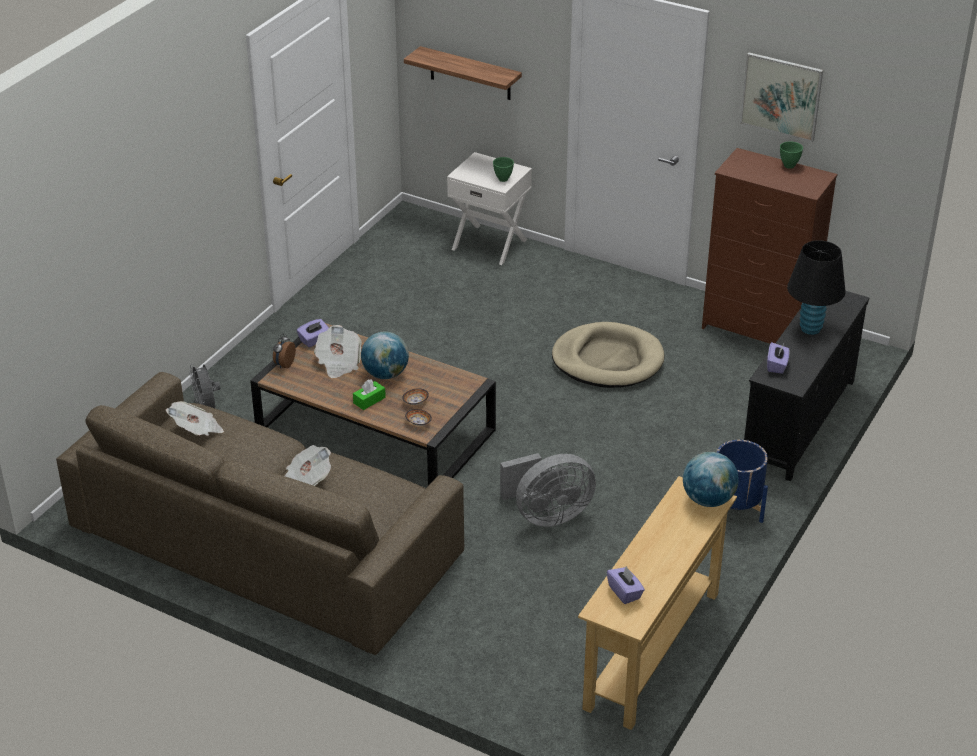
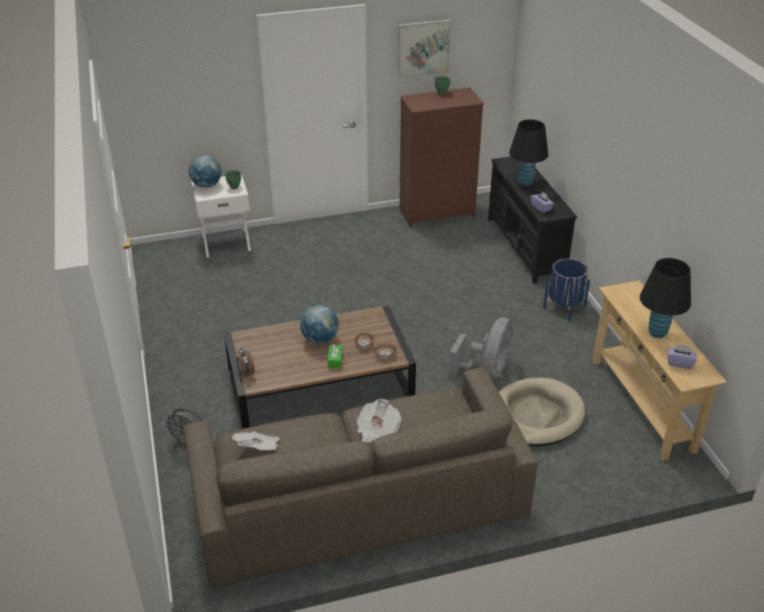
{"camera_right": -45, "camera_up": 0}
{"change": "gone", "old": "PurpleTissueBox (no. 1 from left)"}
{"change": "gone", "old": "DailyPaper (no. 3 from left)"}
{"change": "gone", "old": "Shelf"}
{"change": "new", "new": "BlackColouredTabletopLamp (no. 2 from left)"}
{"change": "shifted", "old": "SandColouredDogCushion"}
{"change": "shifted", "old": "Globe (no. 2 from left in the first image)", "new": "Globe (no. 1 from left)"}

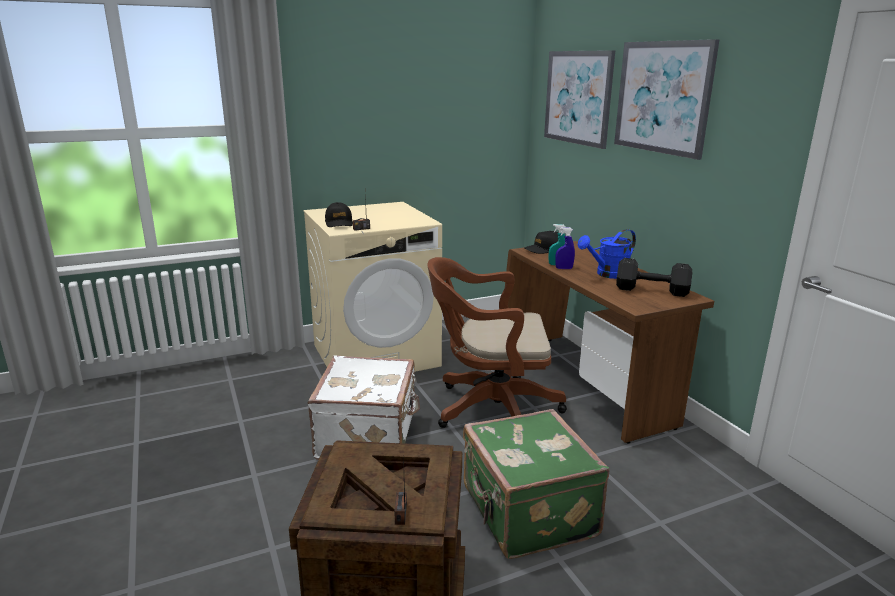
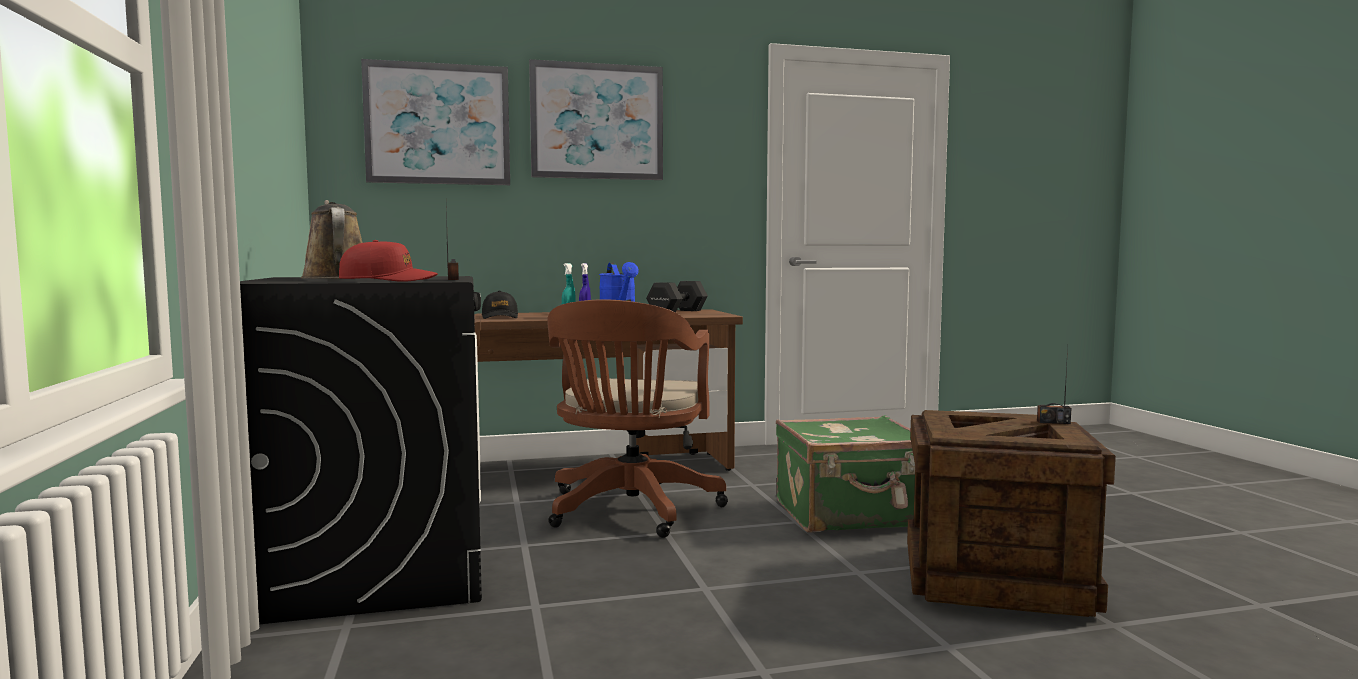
{"camera_right": -80, "camera_up": -15}
{"change": "gone", "old": "WhitePieceOfLuggage"}
{"change": "new", "new": "BrownSprinklingCan"}
{"change": "repainted", "old": "SandColouredLaundryMachine", "new": "BlackColouredLaundryMachine"}
{"change": "repainted", "old": "BlackColouredPeakedCap (no. 1 from left)", "new": "RedPeakedCap"}

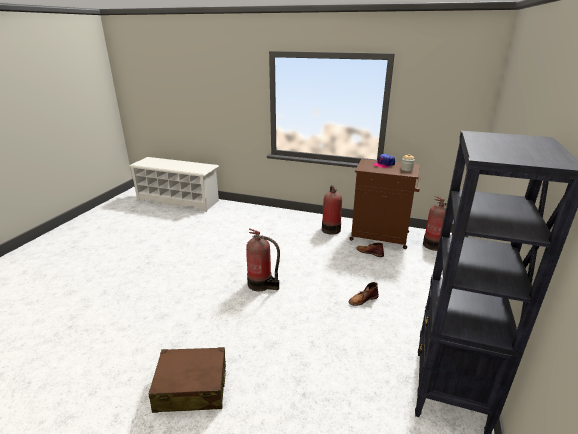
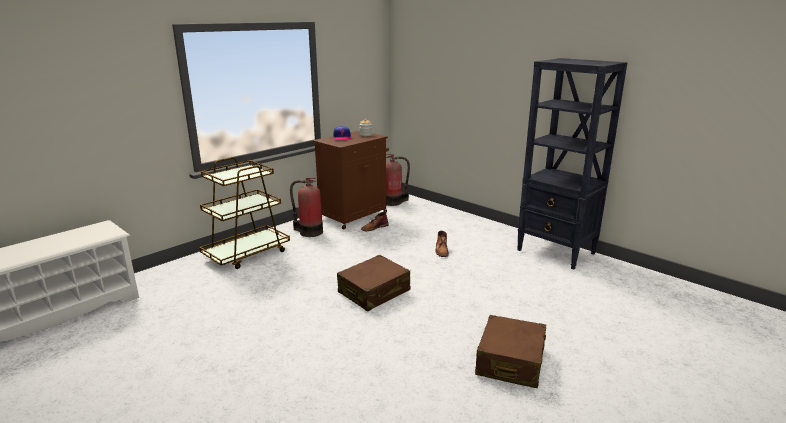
{"camera_right": -65, "camera_up": -5}
{"change": "new", "new": "BrownWheeledCart"}
{"change": "swapped", "old": "FireFightingCylinder (no. 1 from left)", "new": "BrownPieceOfLuggage (no. 1 from left)"}

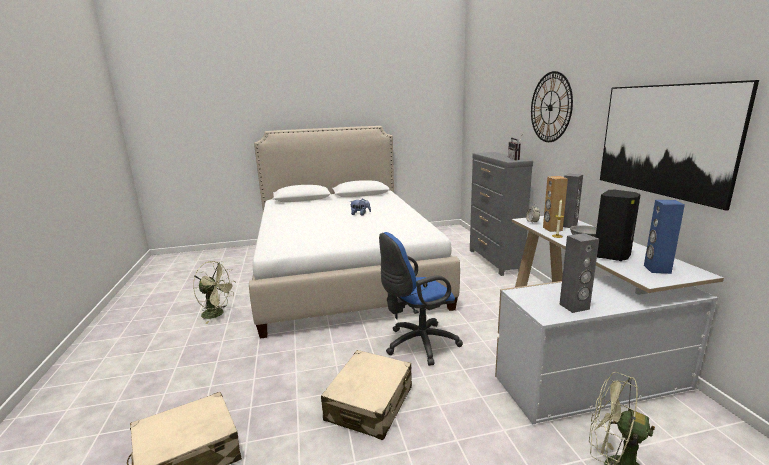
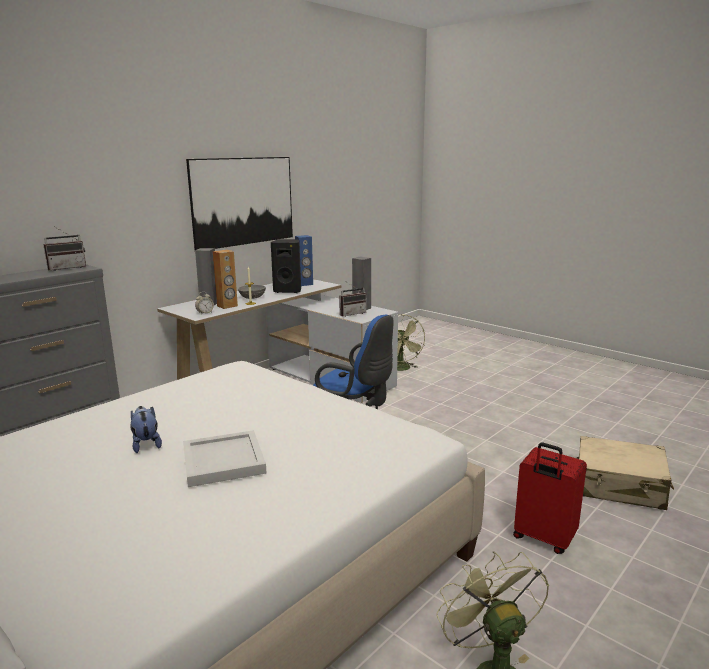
{"camera_right": -125, "camera_up": 0}
{"change": "gone", "old": "SandColouredPieceOfLuggage (no. 2 from left)"}
{"change": "gone", "old": "WallClock"}
{"change": "new", "new": "WhiteCarryingTray"}
{"change": "new", "new": "RadioSet (no. 2 from left)"}
{"change": "new", "new": "RedPieceOfLuggage"}

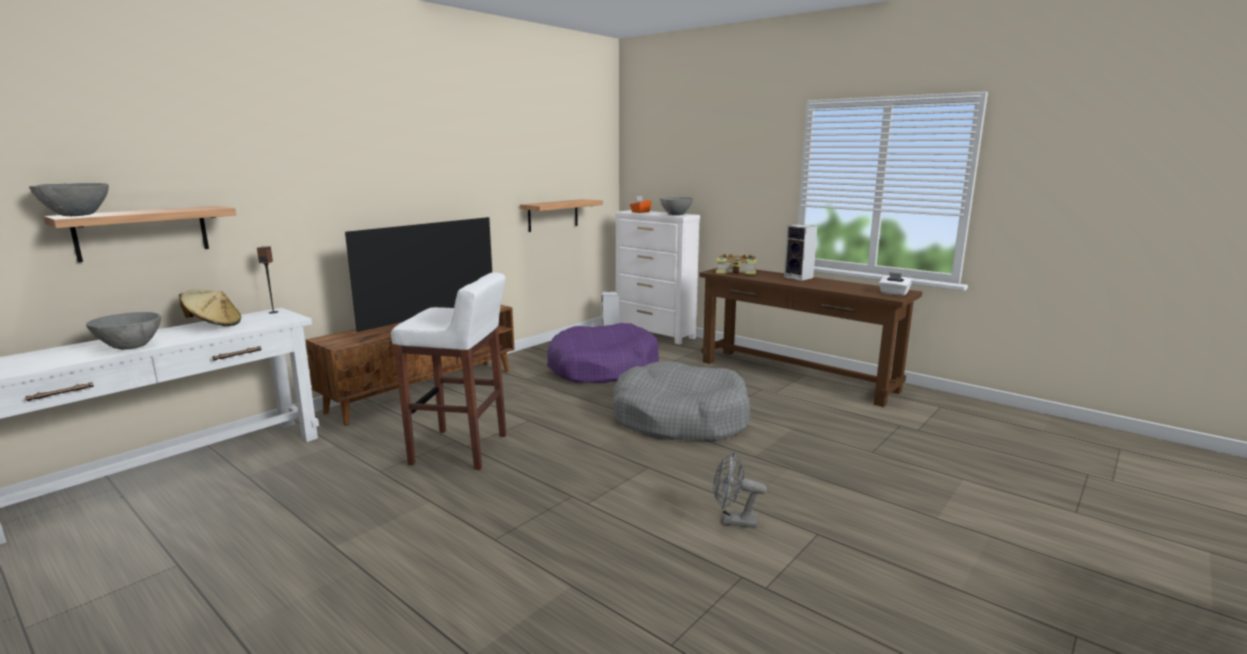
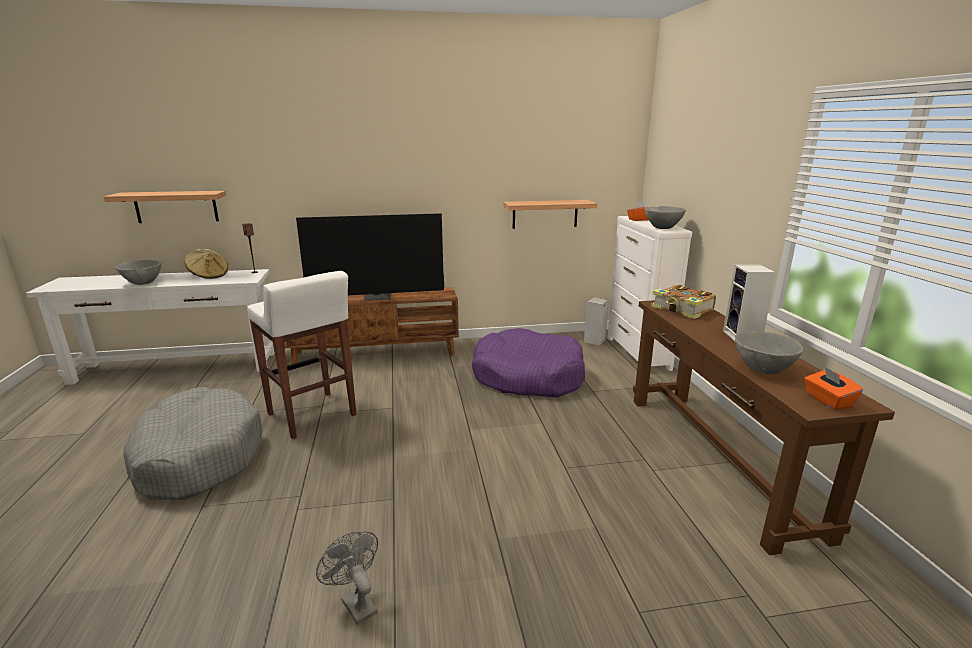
{"camera_right": 40, "camera_up": 5}
{"change": "shifted", "old": "GrayDeepDish (no. 1 from left in the first image)", "new": "GrayDeepDish (no. 3 from left)"}
{"change": "shifted", "old": "GrayDogCushion"}
{"change": "repainted", "old": "WhiteTissueBox", "new": "OrangeyTissueBox (no. 2 from left)"}

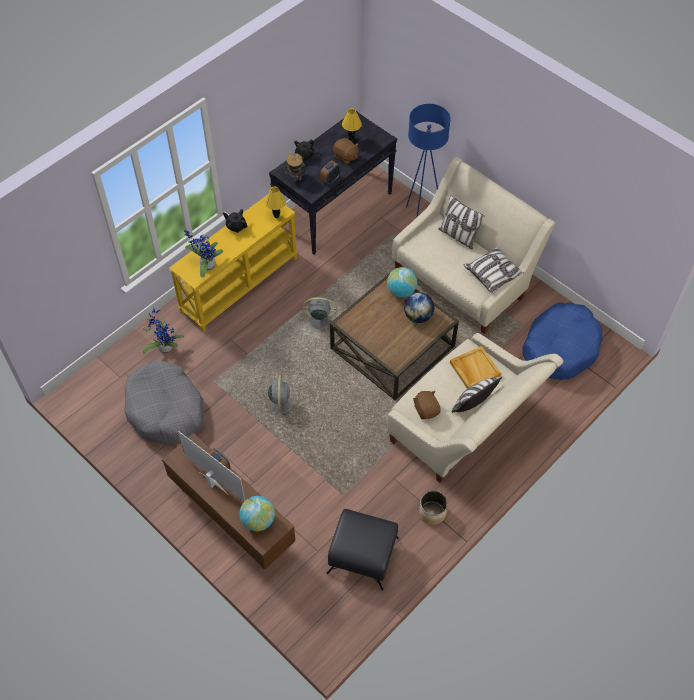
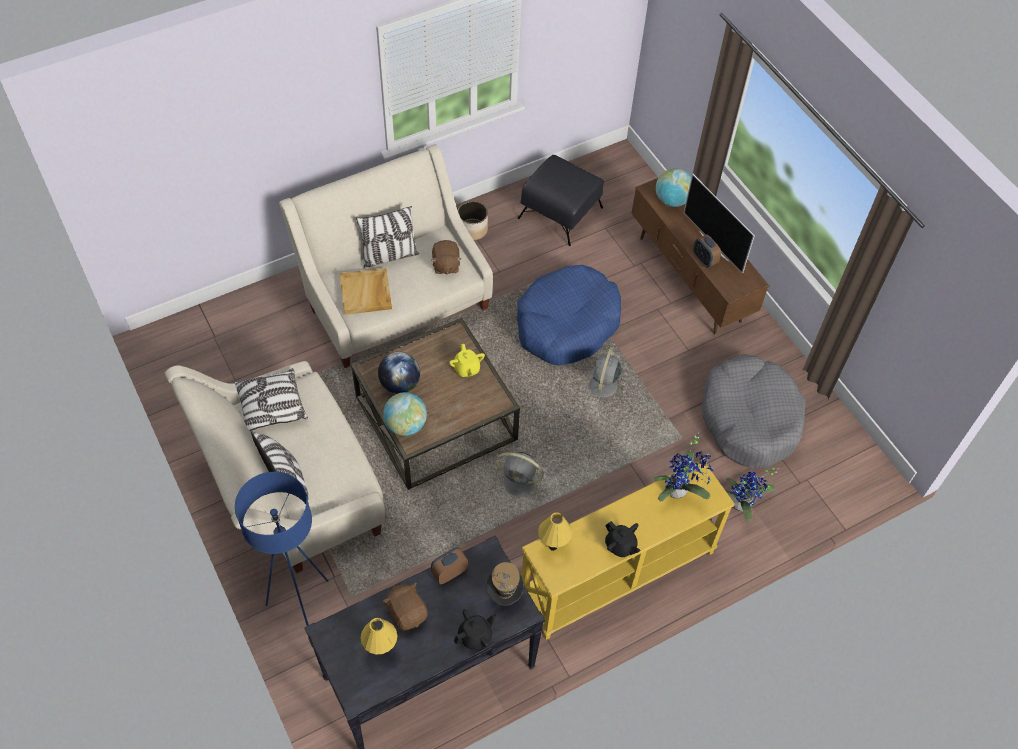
{"camera_right": -165, "camera_up": 0}
{"change": "new", "new": "YellowPotForTea"}
{"change": "shifted", "old": "BluishDogCushion"}

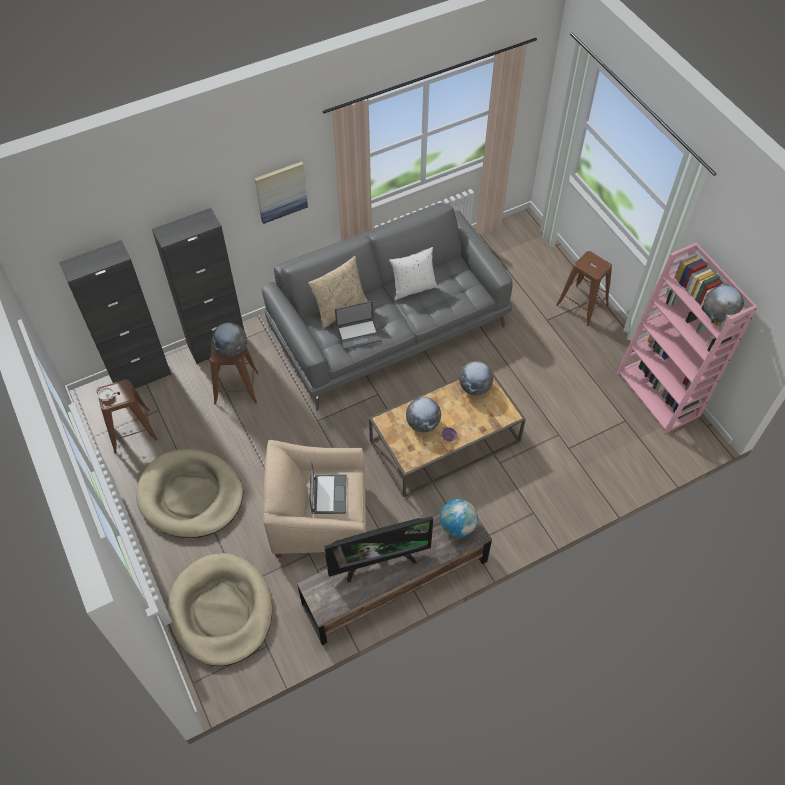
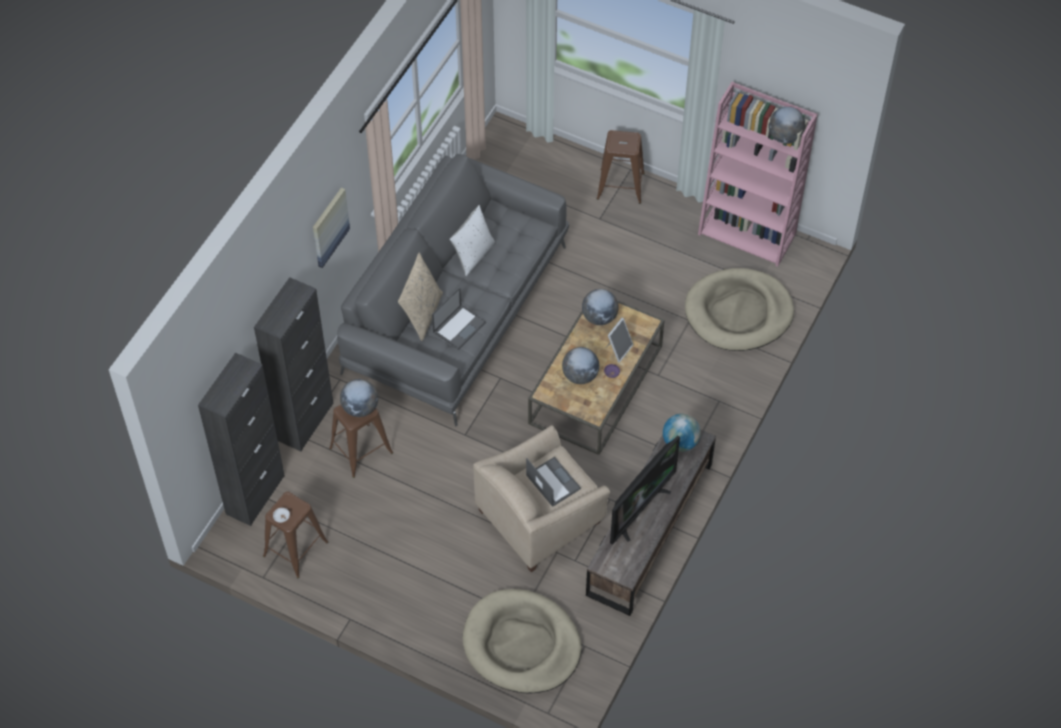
{"camera_right": -35, "camera_up": 0}
{"change": "new", "new": "StandingFrame"}
{"change": "shifted", "old": "SandColouredDogCushion (no. 1 from left in the first image)", "new": "SandColouredDogCushion (no. 2 from left)"}

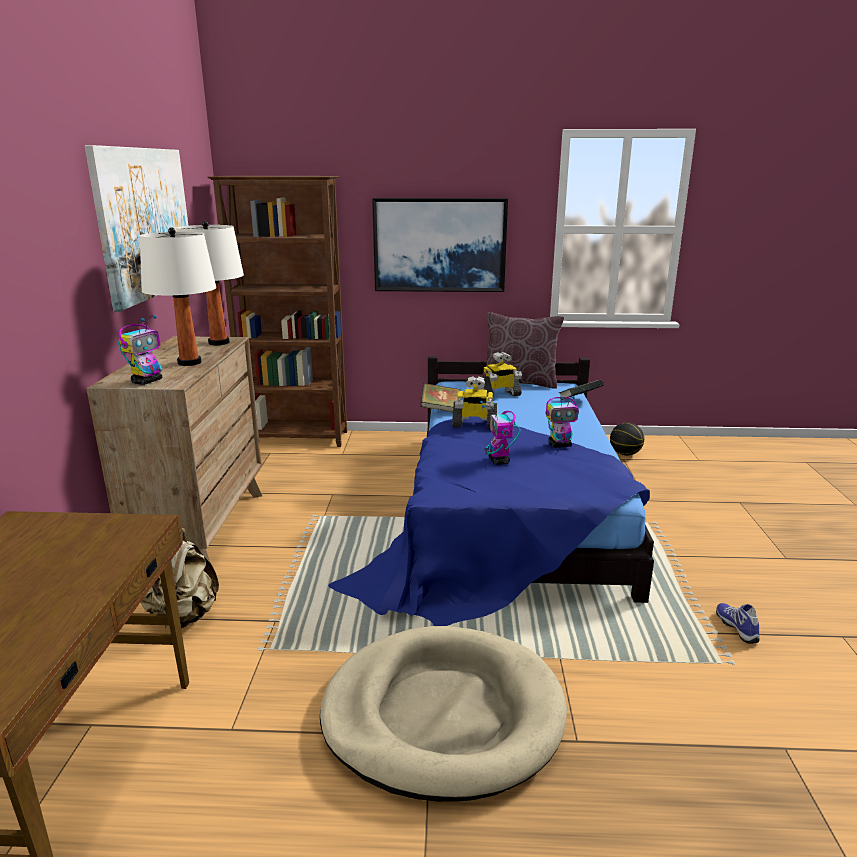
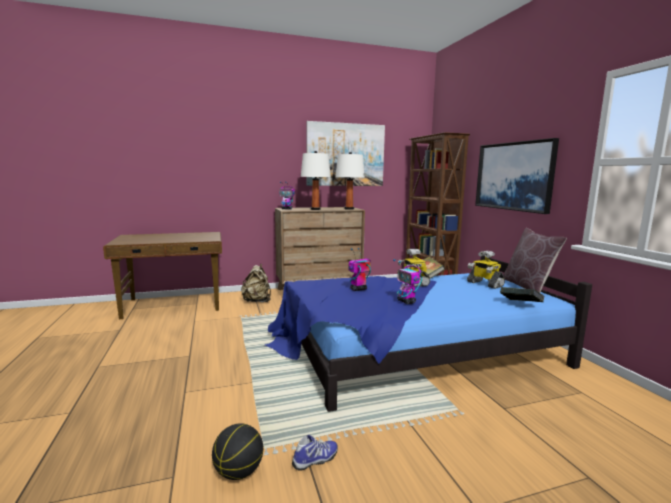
{"camera_right": 70, "camera_up": -10}
{"change": "gone", "old": "SandColouredDogCushion"}
{"change": "shifted", "old": "Basketball"}

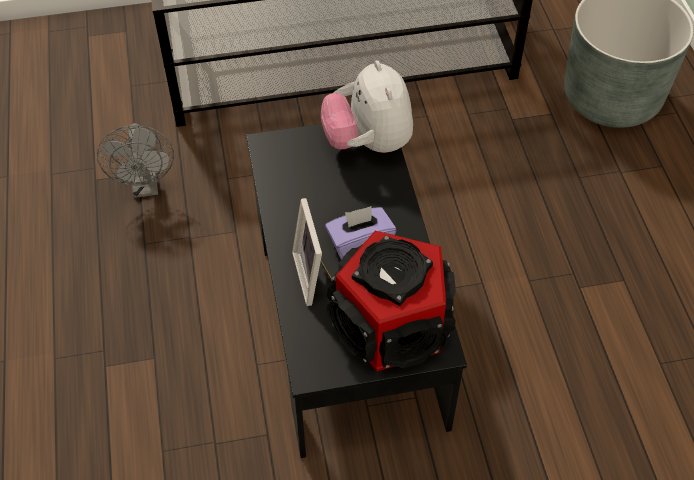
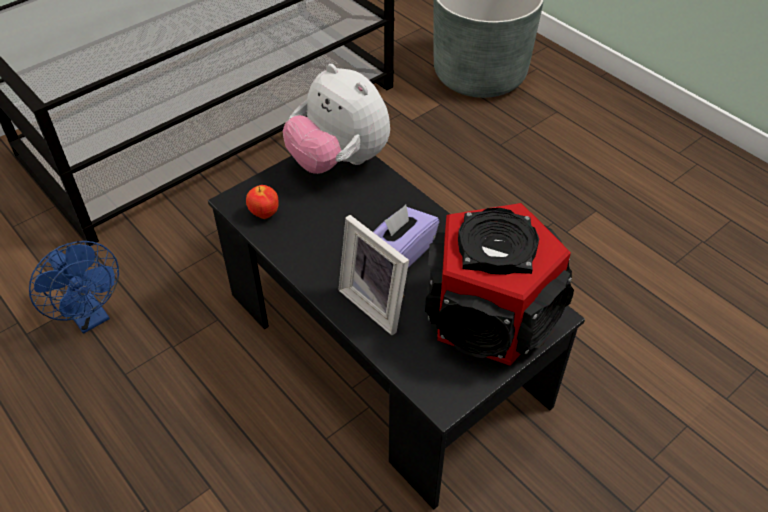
{"camera_right": -30, "camera_up": -5}
{"change": "new", "new": "WholeApple"}
{"change": "repainted", "old": "GrayElectricFan", "new": "BluishElectricFan"}

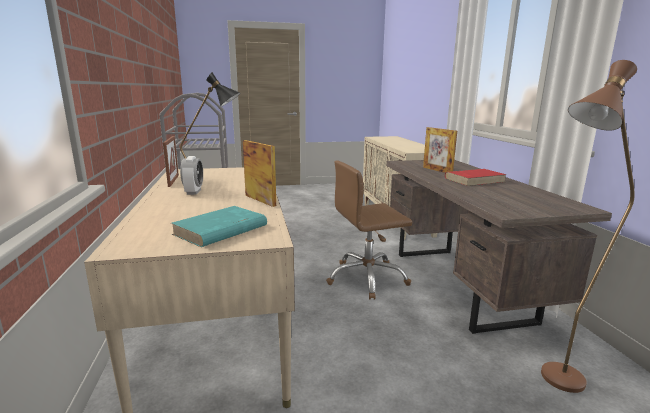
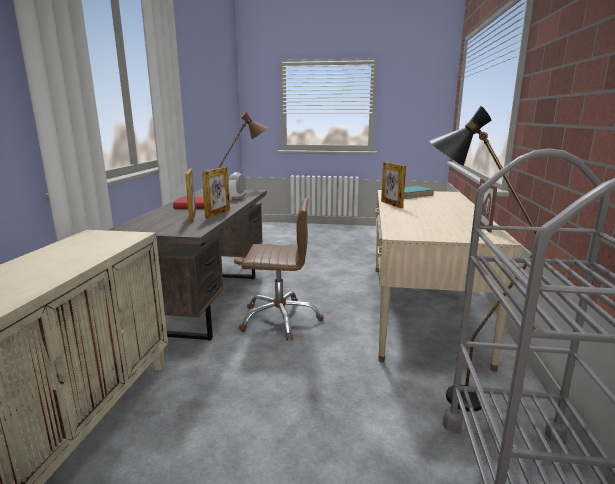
{"camera_right": -160, "camera_up": 0}
{"change": "new", "new": "StandingFrame (no. 2 from left)"}
{"change": "shifted", "old": "AlarmClock"}

